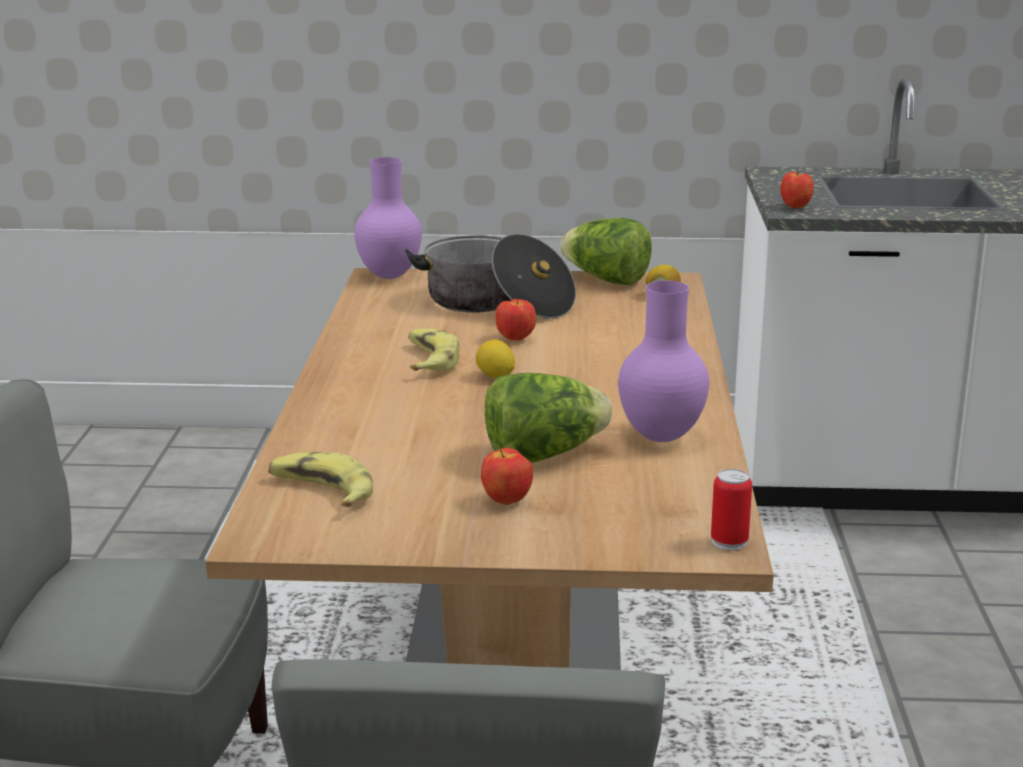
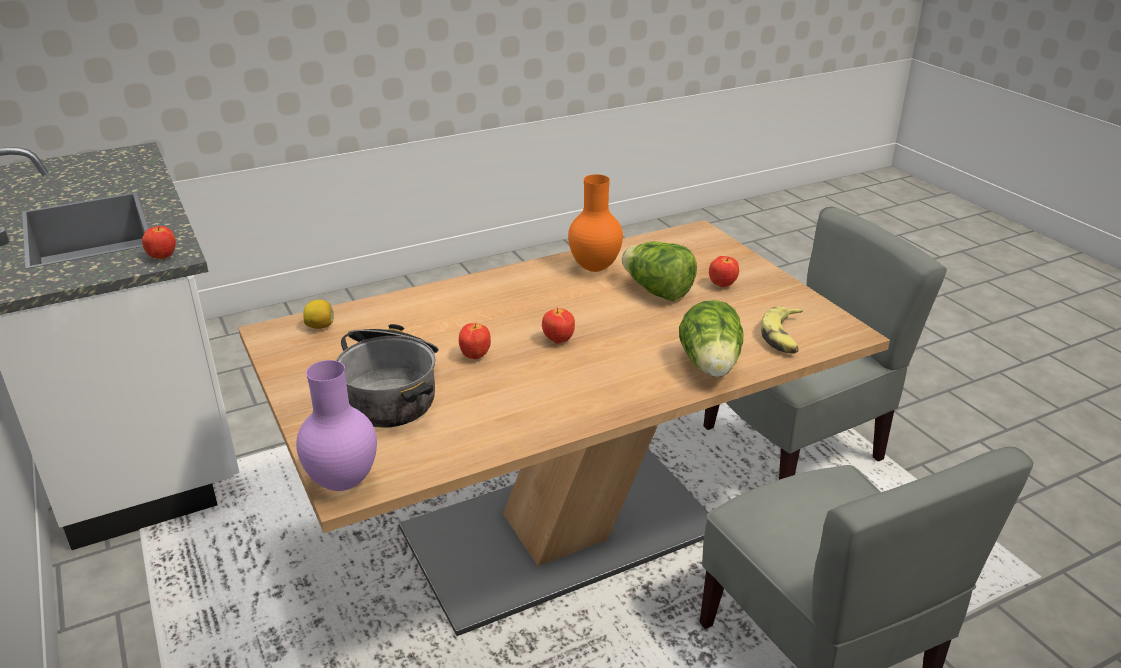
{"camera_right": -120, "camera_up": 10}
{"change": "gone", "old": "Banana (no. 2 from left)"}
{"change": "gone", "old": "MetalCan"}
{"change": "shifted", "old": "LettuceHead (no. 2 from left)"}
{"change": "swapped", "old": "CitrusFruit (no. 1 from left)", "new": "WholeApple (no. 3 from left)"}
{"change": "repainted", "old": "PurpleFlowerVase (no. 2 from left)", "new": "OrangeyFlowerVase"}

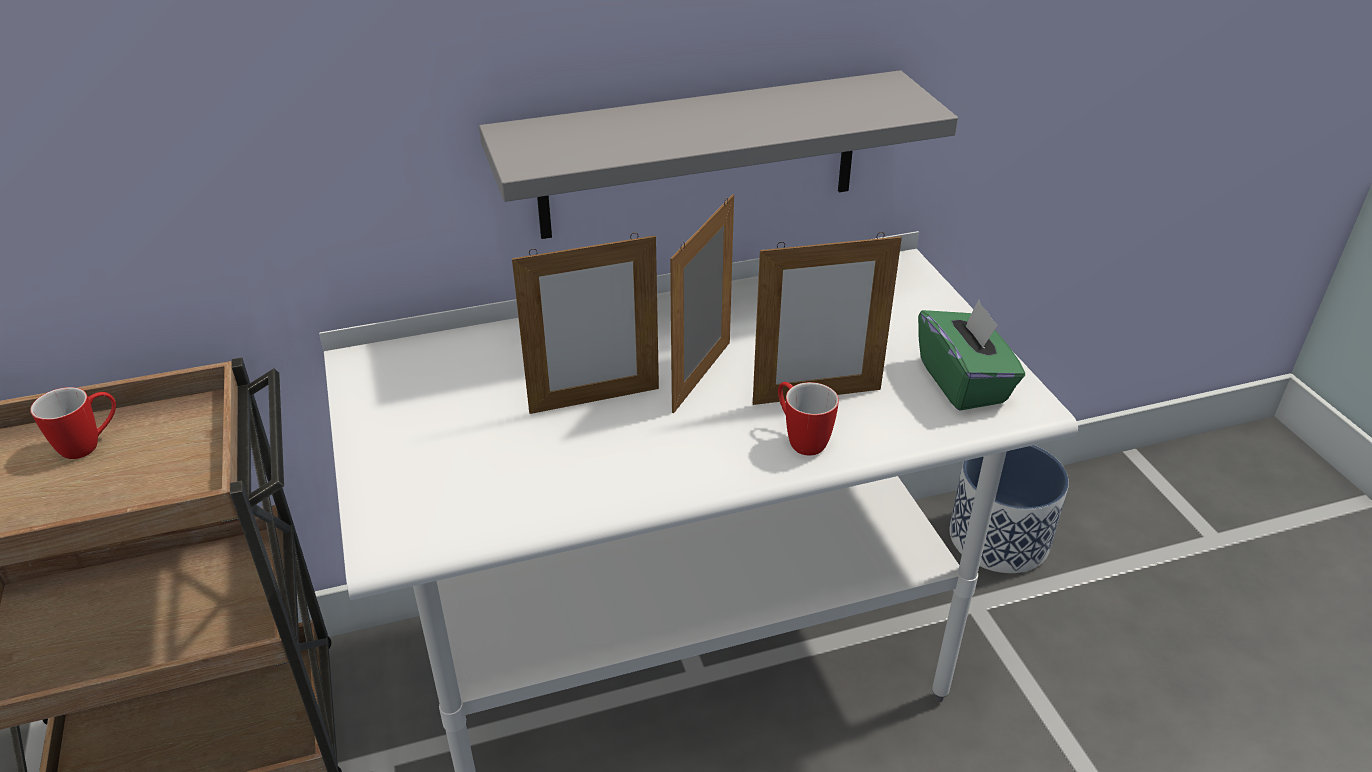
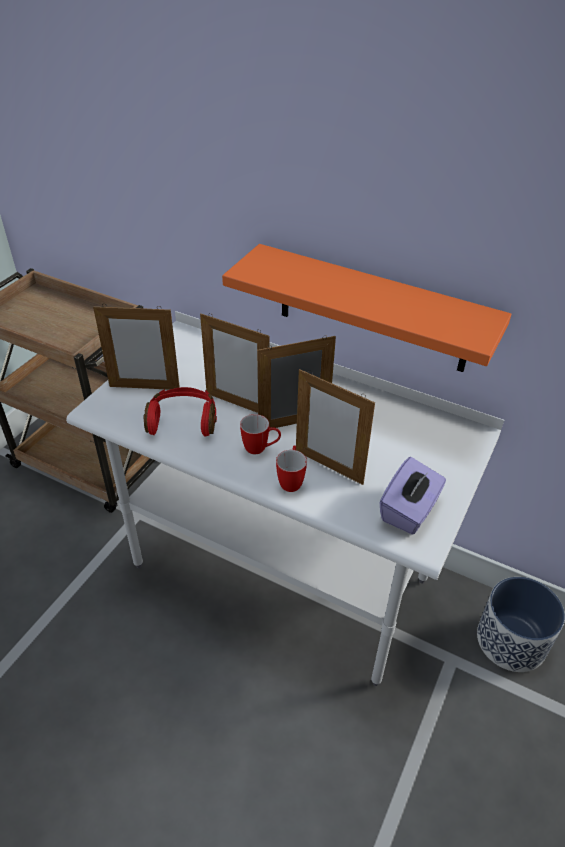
{"camera_right": 45, "camera_up": 5}
{"change": "new", "new": "StandingFrame (no. 1 from left)"}
{"change": "new", "new": "RedPairOfHeadphones"}
{"change": "shifted", "old": "Mug (no. 1 from left)"}
{"change": "repainted", "old": "GrayShelf", "new": "OrangeyShelf"}
{"change": "repainted", "old": "GreenTissueBox", "new": "PurpleTissueBox"}

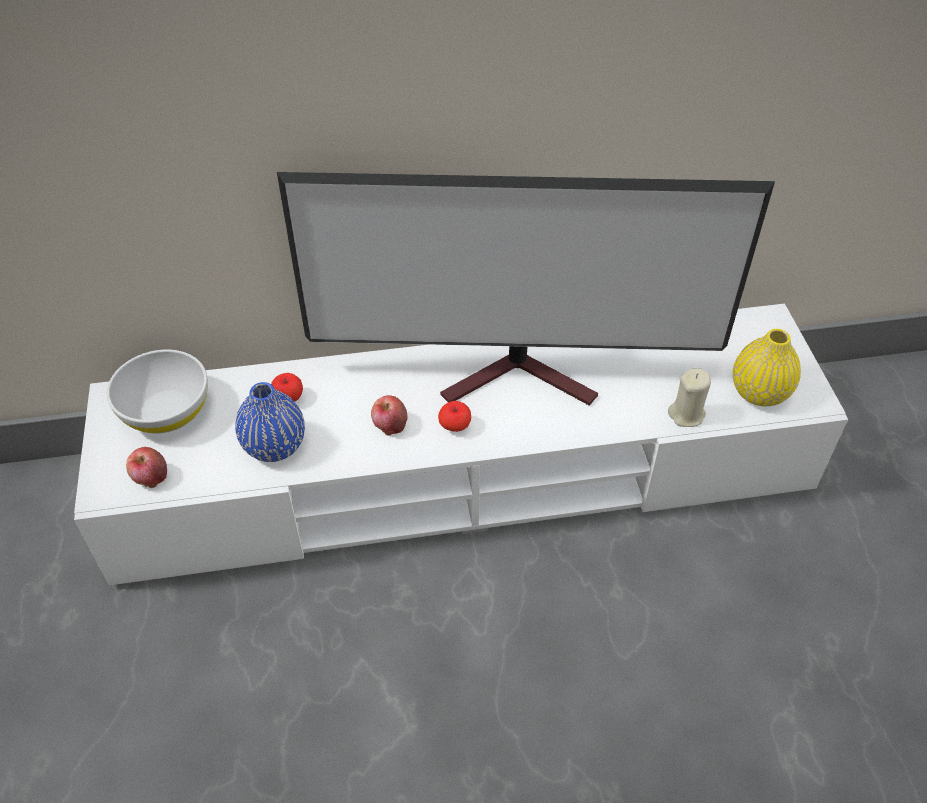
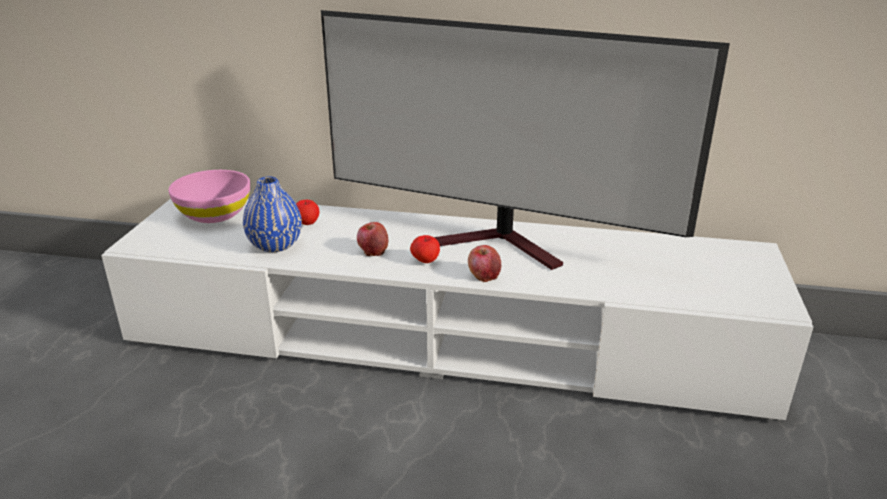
{"camera_right": 20, "camera_up": -20}
{"change": "gone", "old": "SandColouredCandle"}
{"change": "gone", "old": "YellowFlowerVase"}
{"change": "shifted", "old": "WholeApple (no. 1 from left in the first image)", "new": "WholeApple (no. 4 from left)"}
{"change": "repainted", "old": "WhiteDeepDish", "new": "PinkDeepDish"}

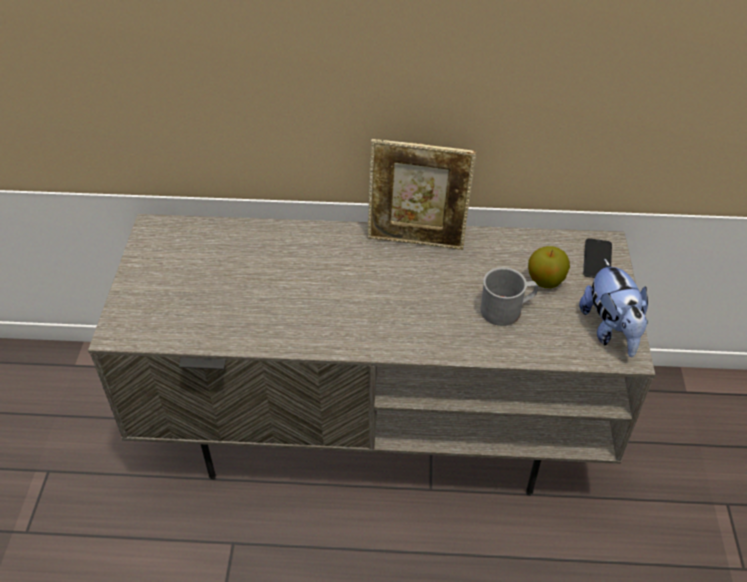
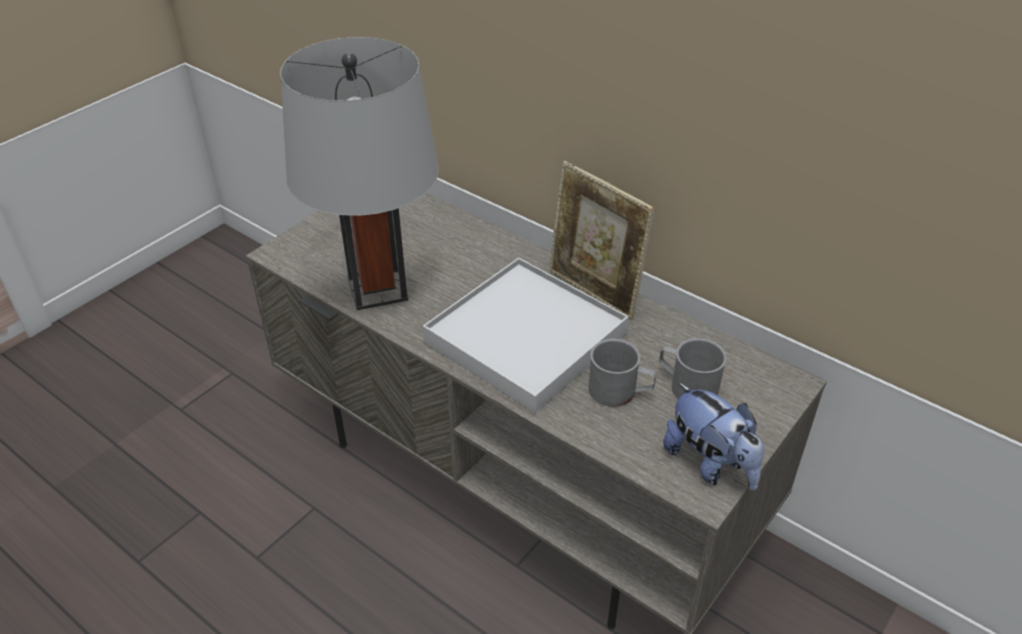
{"camera_right": 35, "camera_up": -5}
{"change": "gone", "old": "Handset"}
{"change": "new", "new": "GrayTabletopLamp"}
{"change": "new", "new": "WhiteCarryingTray"}
{"change": "swapped", "old": "WholeApple", "new": "GrayMug (no. 2 from left)"}
{"change": "rotated", "old": "PlushToy", "degrees": -60}

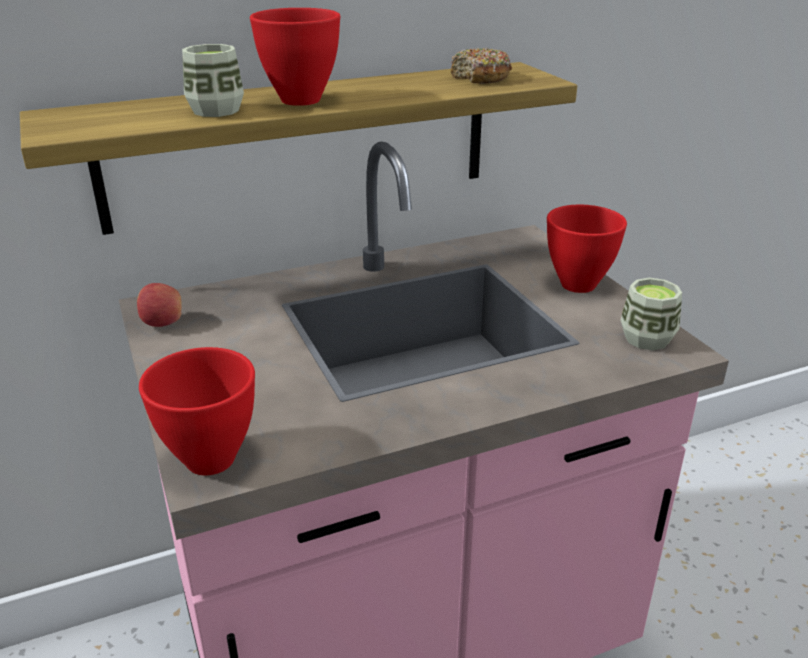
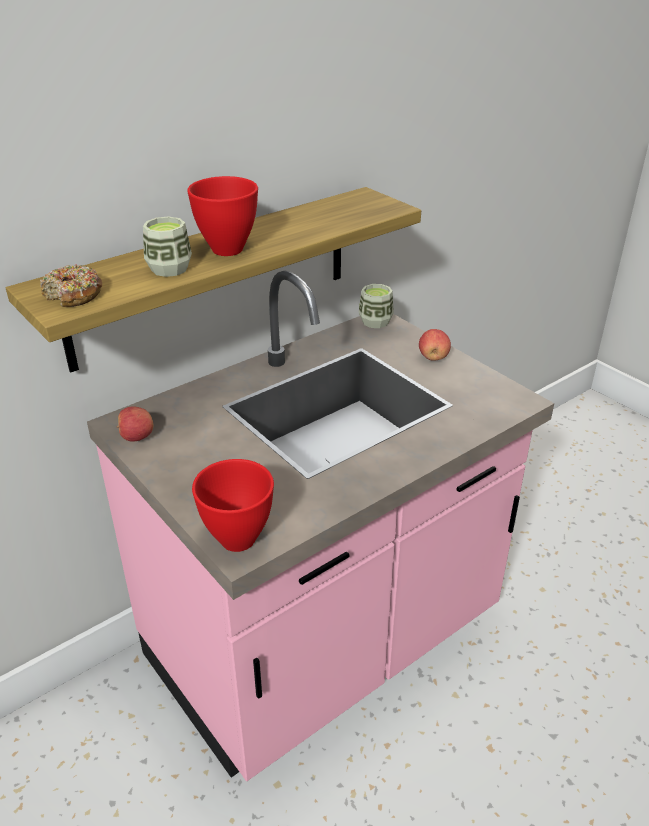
{"camera_right": -15, "camera_up": 5}
{"change": "shifted", "old": "Donut"}
{"change": "shifted", "old": "SmallCup (no. 2 from left)"}
{"change": "swapped", "old": "RedDeepDish (no. 3 from left)", "new": "WholeApple (no. 2 from left)"}

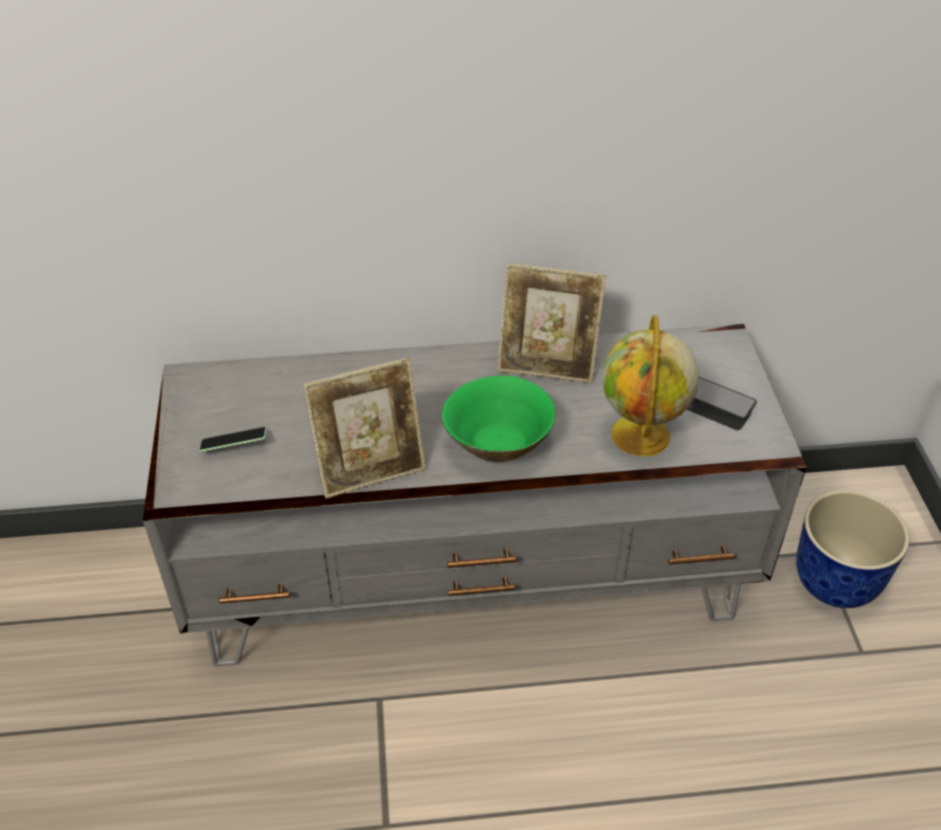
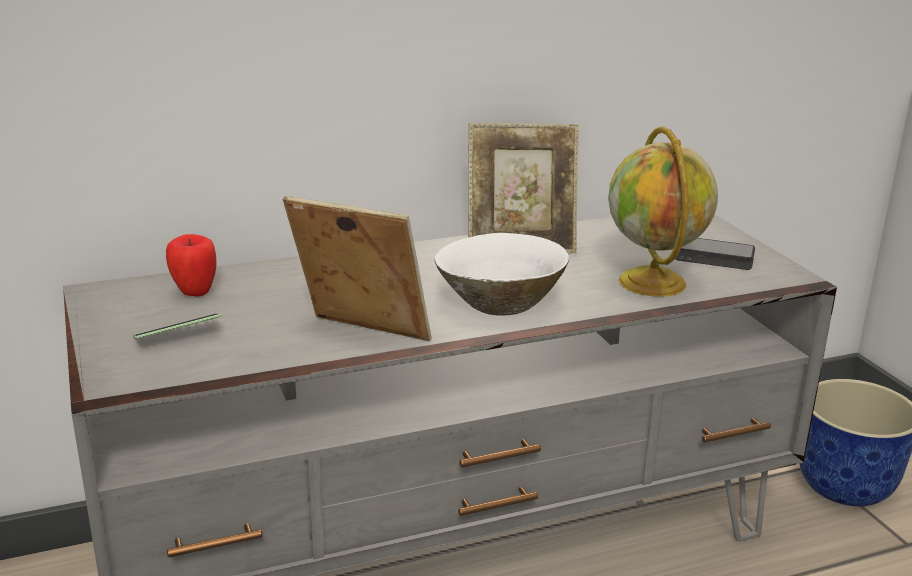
{"camera_right": -15, "camera_up": -20}
{"change": "new", "new": "WholeApple"}
{"change": "repainted", "old": "GreenDeepDish", "new": "WhiteDeepDish"}
{"change": "rotated", "old": "StandingFrame (no. 1 from left)", "degrees": -120}

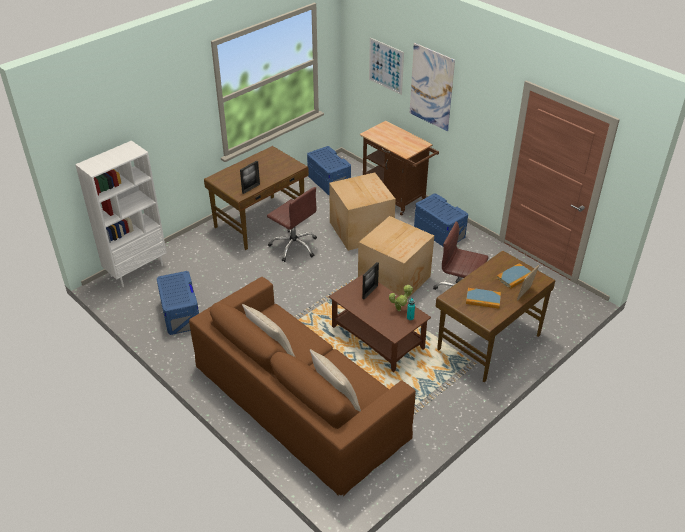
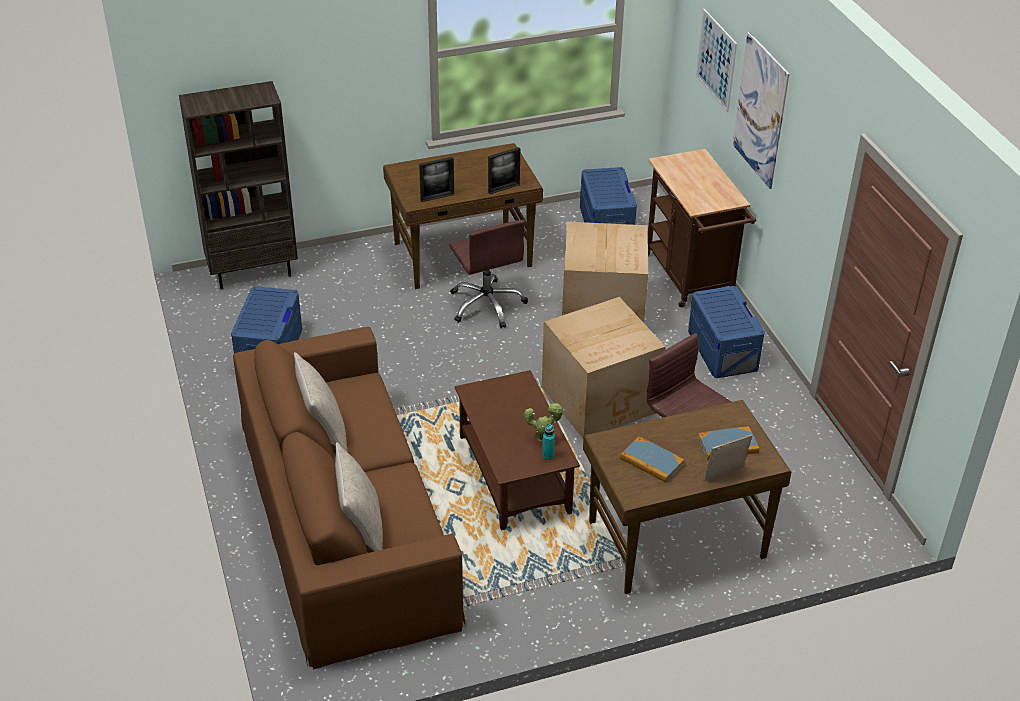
{"camera_right": 25, "camera_up": 0}
{"change": "shifted", "old": "StandingFrame (no. 2 from left)"}
{"change": "repainted", "old": "WhiteBookshelf", "new": "BrownBookshelf"}

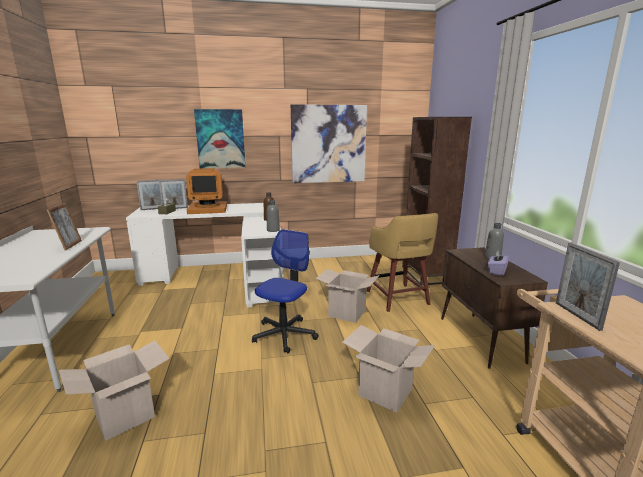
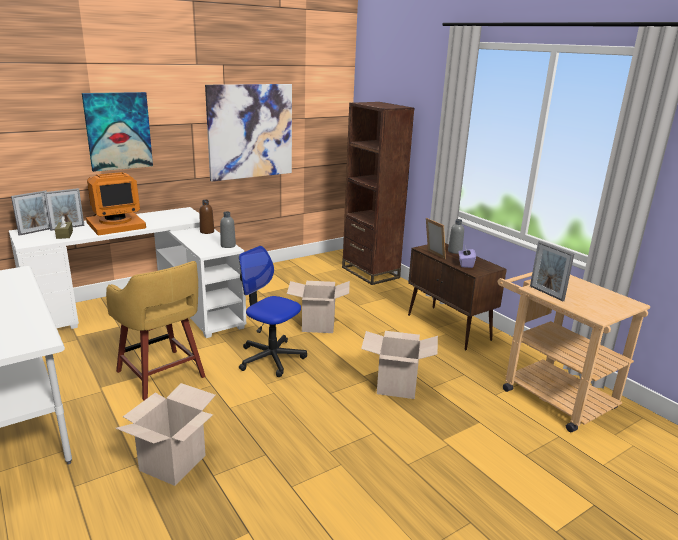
{"camera_right": -25, "camera_up": 5}
{"change": "shifted", "old": "StandingFrame (no. 1 from left in the first image)", "new": "StandingFrame (no. 3 from left)"}
{"change": "shifted", "old": "YellowStool"}
{"change": "rotated", "old": "DeskChair", "degrees": -60}

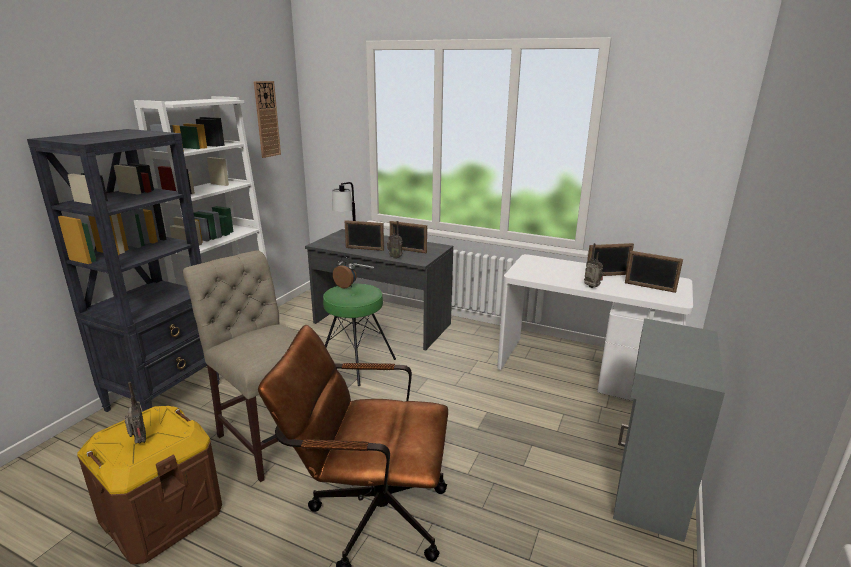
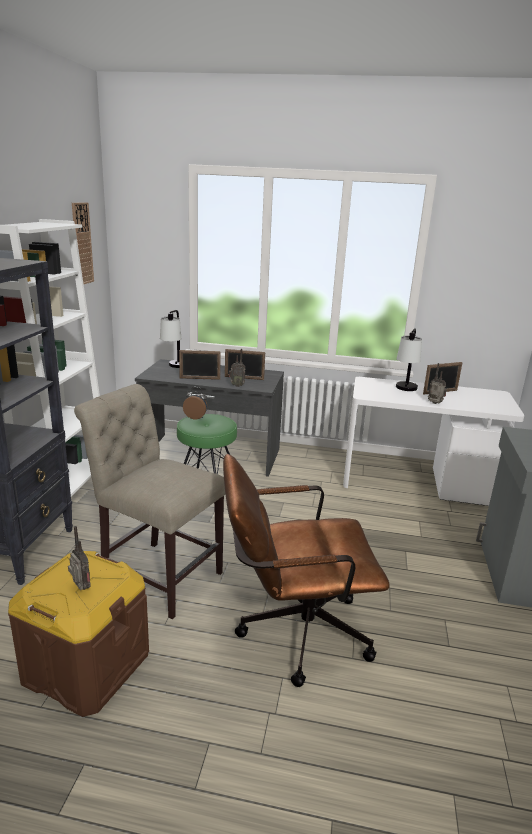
{"camera_right": -15, "camera_up": 0}
{"change": "gone", "old": "StandingFrame (no. 4 from left)"}
{"change": "new", "new": "TabletopLamp (no. 2 from left)"}

